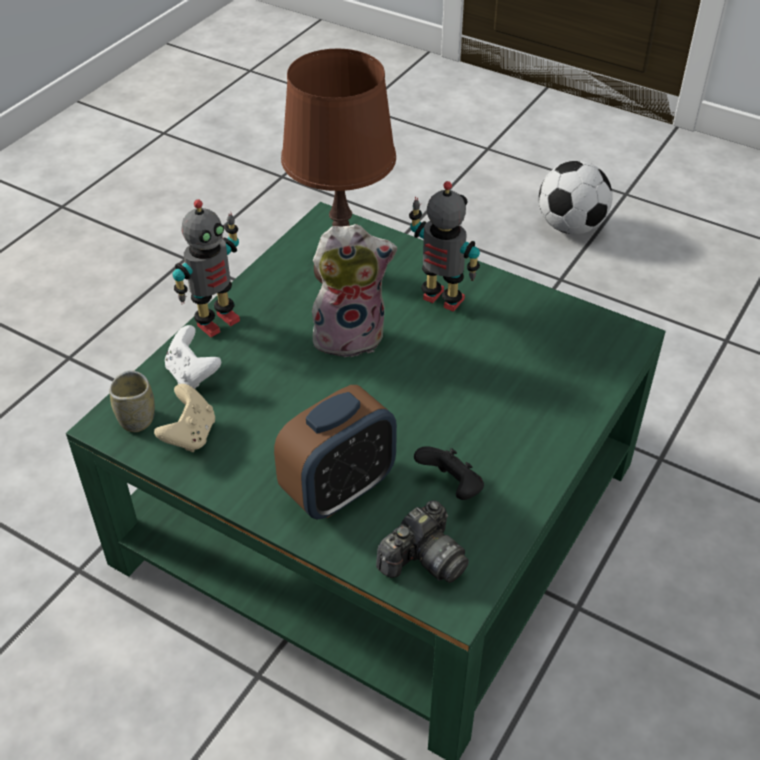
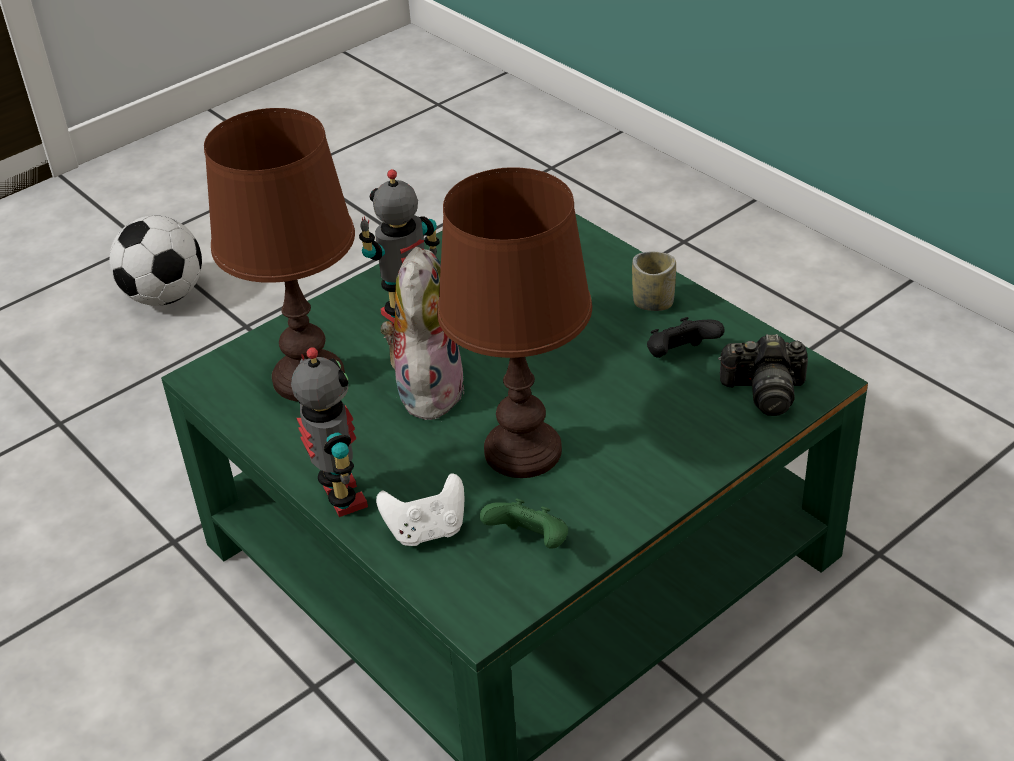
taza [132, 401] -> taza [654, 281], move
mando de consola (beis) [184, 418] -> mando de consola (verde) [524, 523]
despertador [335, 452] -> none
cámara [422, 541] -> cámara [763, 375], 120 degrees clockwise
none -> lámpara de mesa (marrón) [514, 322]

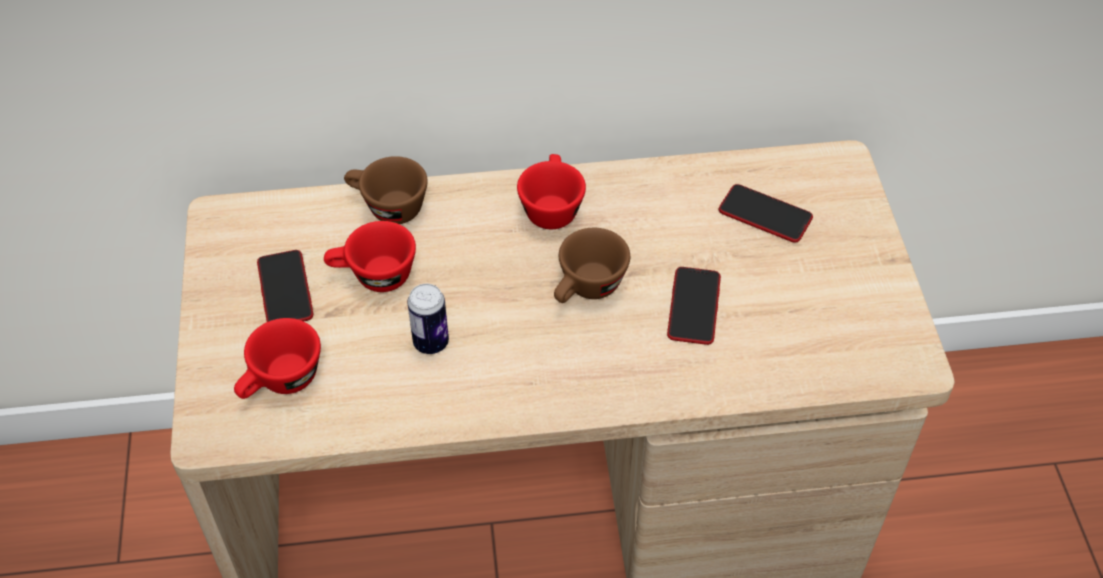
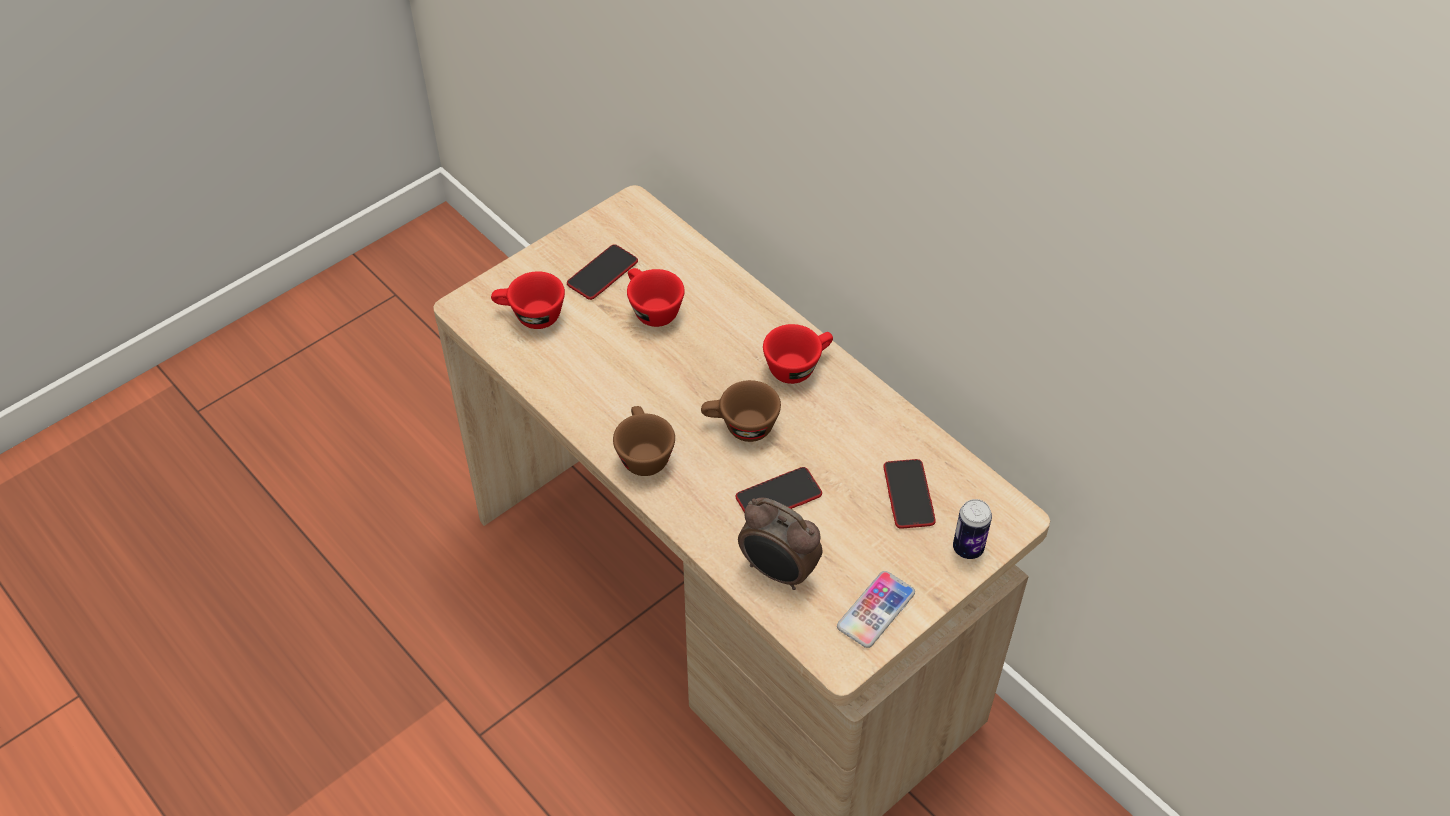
taza (marrón) [386, 190] -> taza (marrón) [644, 441], move
lata [428, 319] -> lata [972, 529], move
none -> despertador [780, 544]
none -> móvil [876, 609]

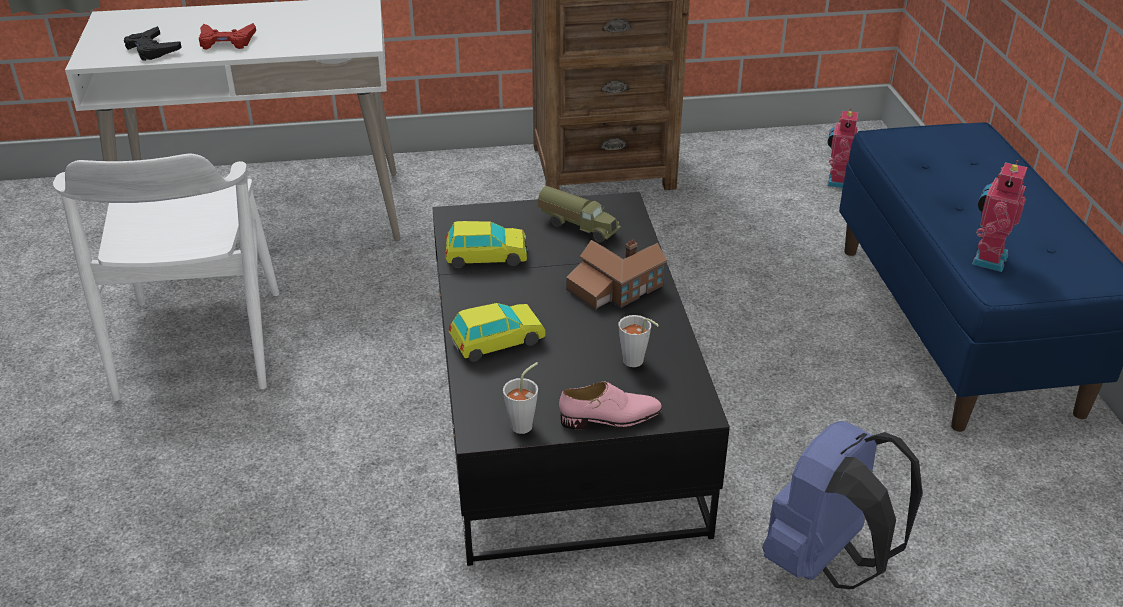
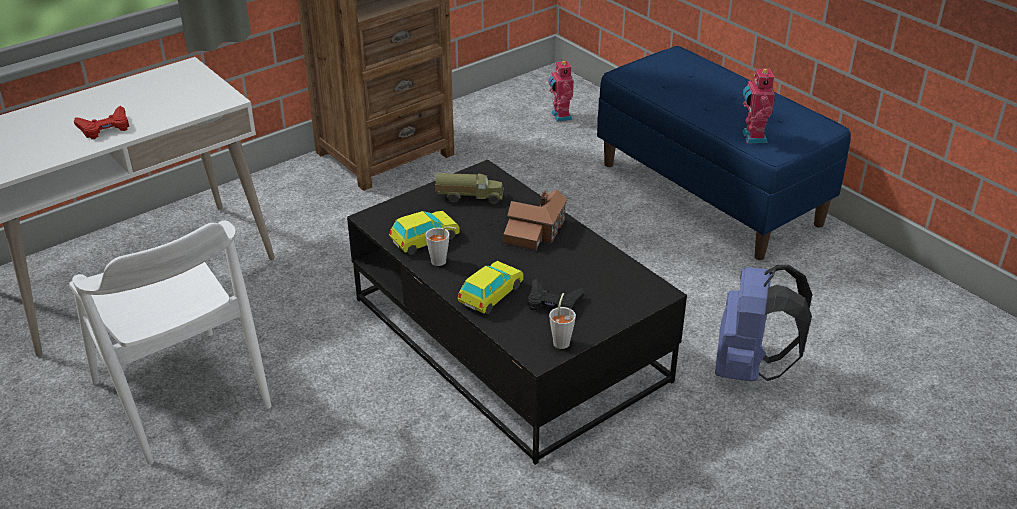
mando de consola (negro) [153, 43] -> mando de consola (negro) [556, 294], move
taza (gris) [639, 341] -> taza (gris) [441, 246], move
zapato (rosa) [610, 406] -> none

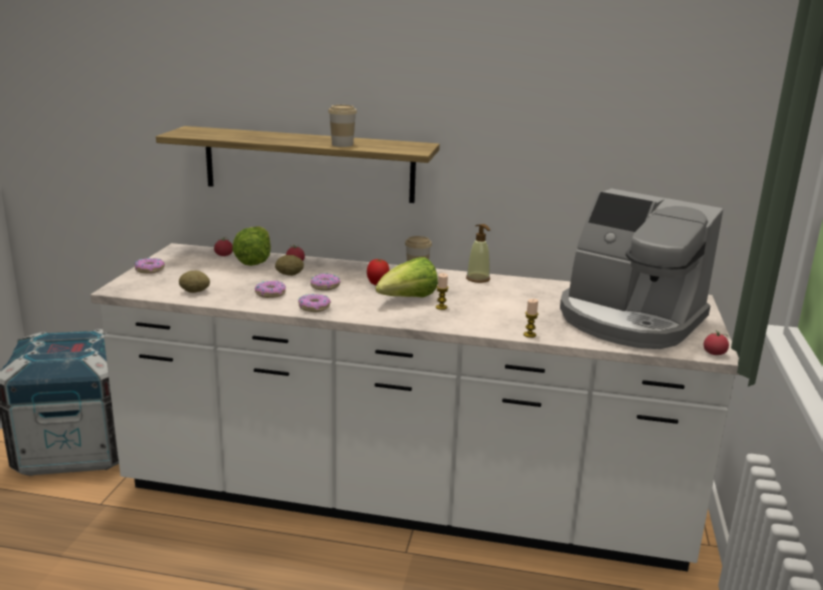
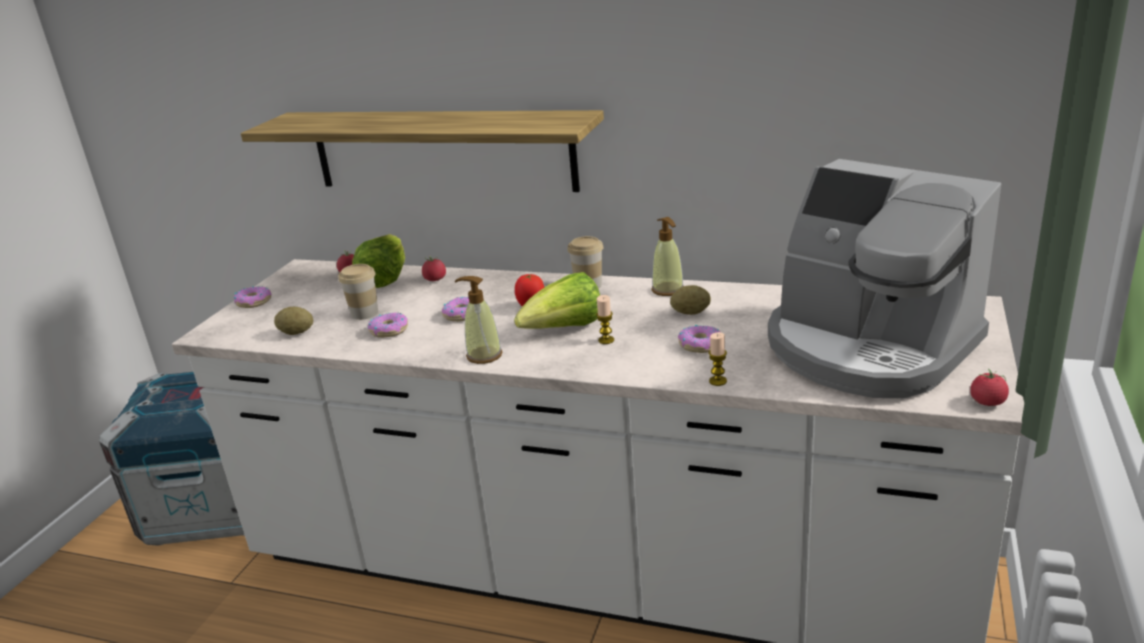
taza [342, 126] -> taza [358, 292], move
patata [289, 265] -> patata [690, 300], move
rosquilla [314, 303] -> rosquilla [699, 339], move
none -> dispensador de jabón [478, 320]

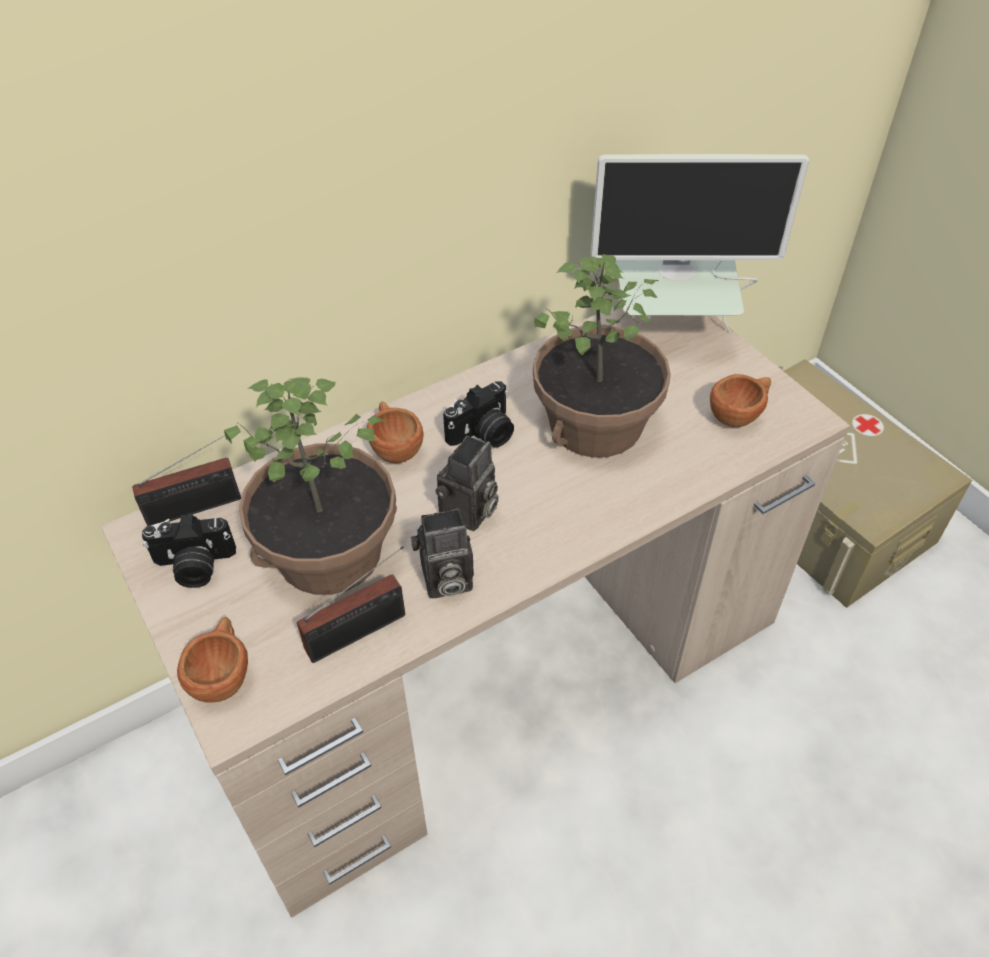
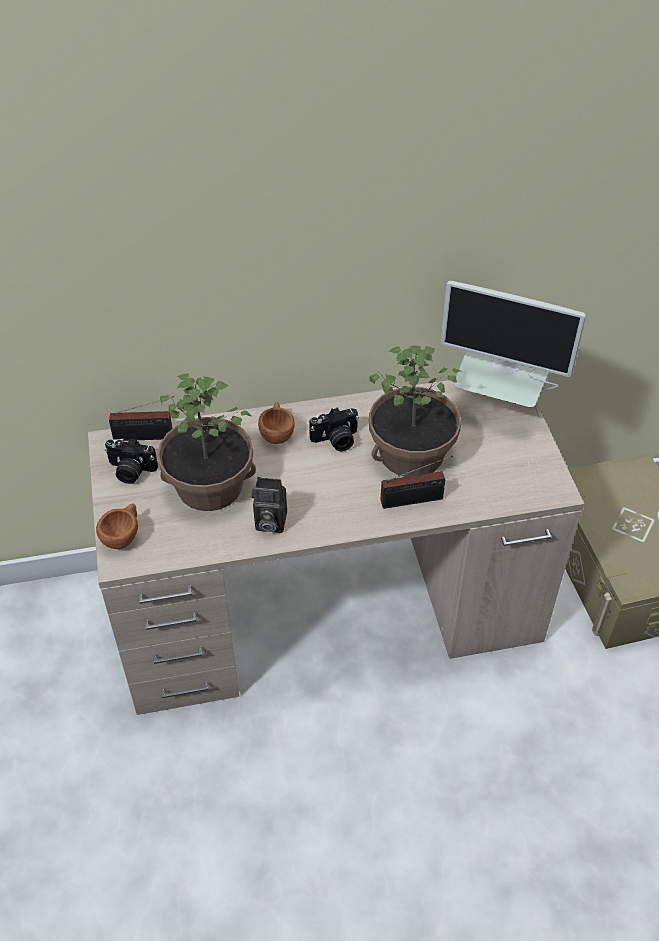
taza (marrón) [740, 400] -> none
cámara [467, 483] -> none
radio [351, 604] -> radio [417, 482], move

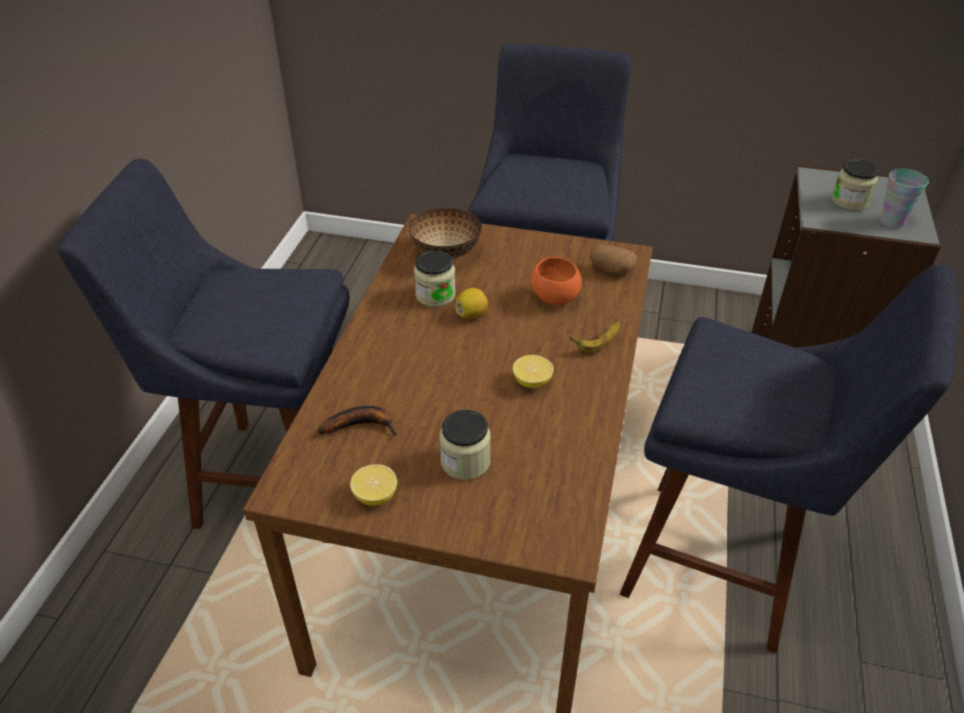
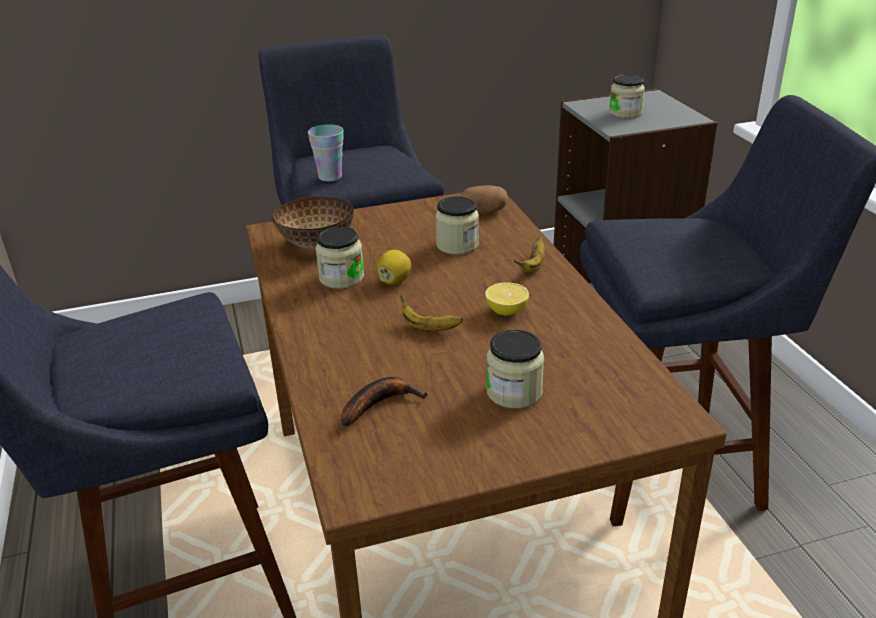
taza [904, 198] -> taza [326, 152], move
cuenco (naranja) [556, 281] -> tarro [457, 225]
limón [373, 485] -> none
none -> plátano [432, 313]

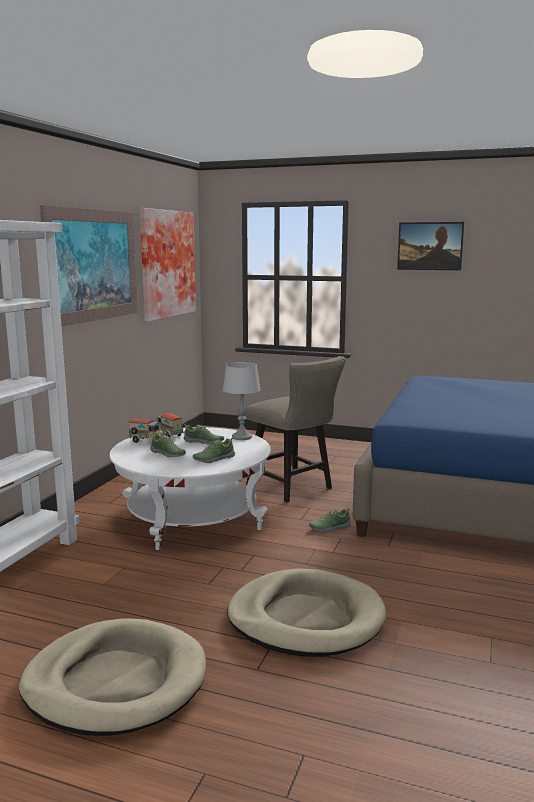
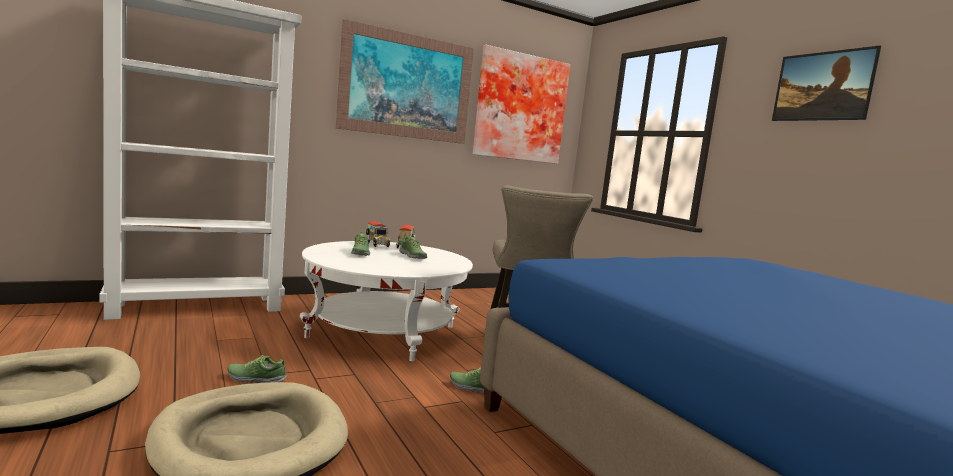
lámpara de mesa (gris) [242, 401] -> none
zapato [214, 450] -> zapato [257, 369], move

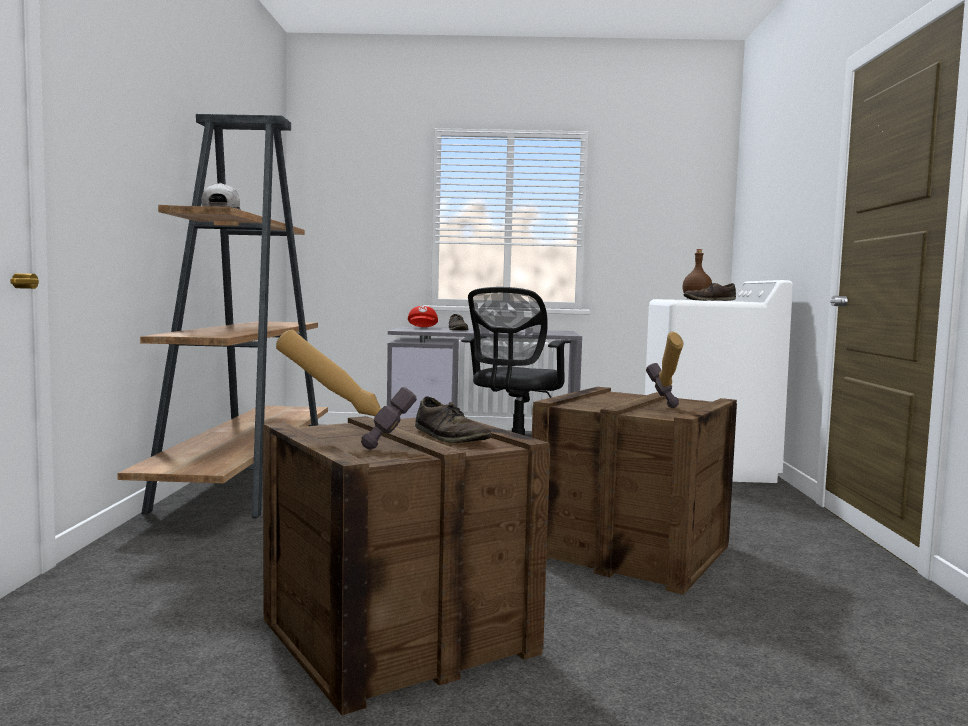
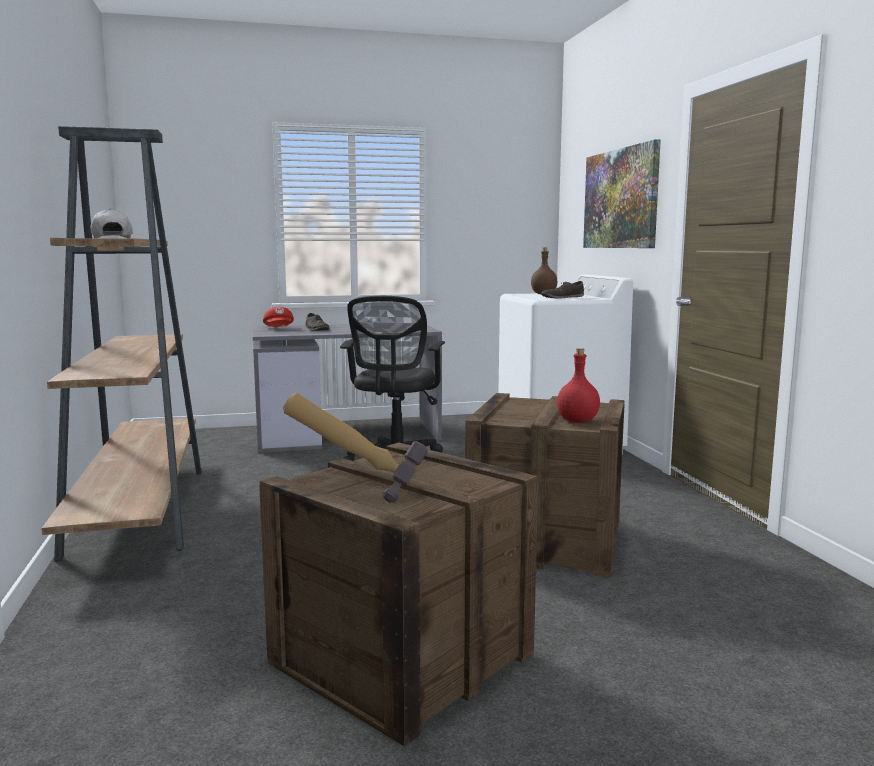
martillo [664, 370] -> botella (rojo) [578, 385]
zapato (marrón) [453, 419] -> none
none -> cuadro [622, 193]

